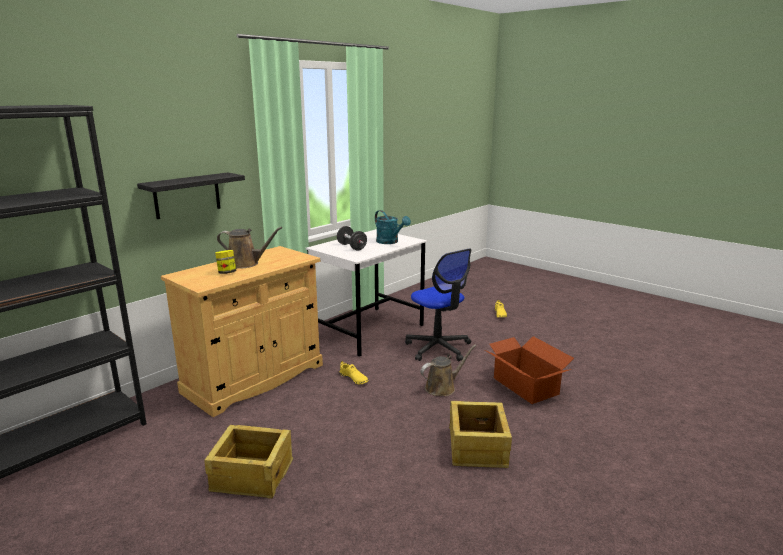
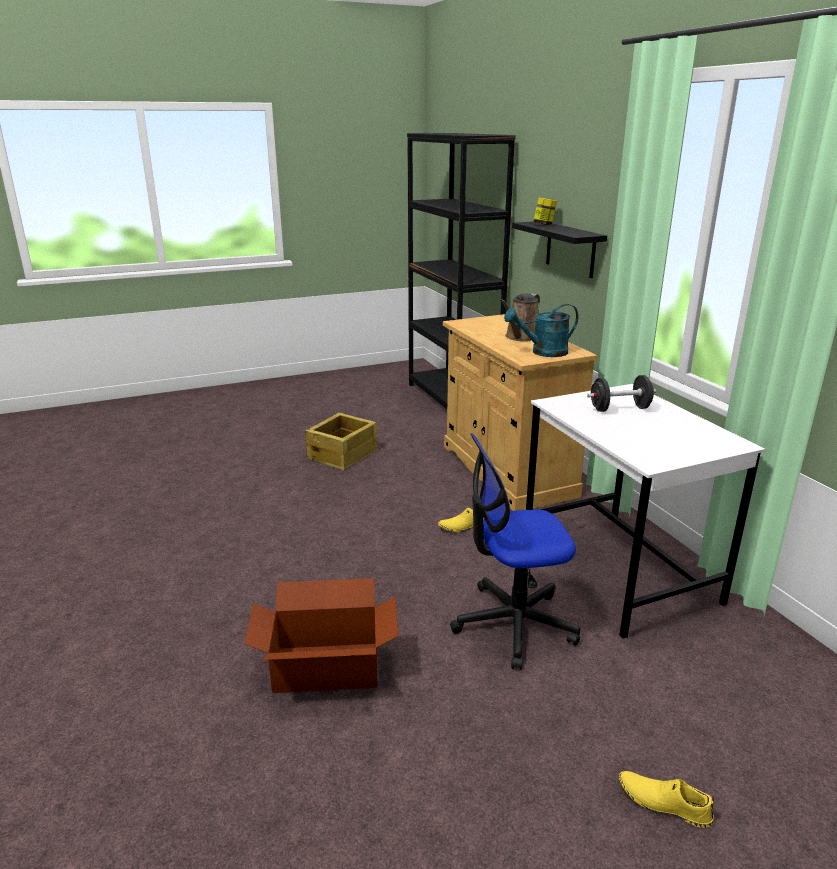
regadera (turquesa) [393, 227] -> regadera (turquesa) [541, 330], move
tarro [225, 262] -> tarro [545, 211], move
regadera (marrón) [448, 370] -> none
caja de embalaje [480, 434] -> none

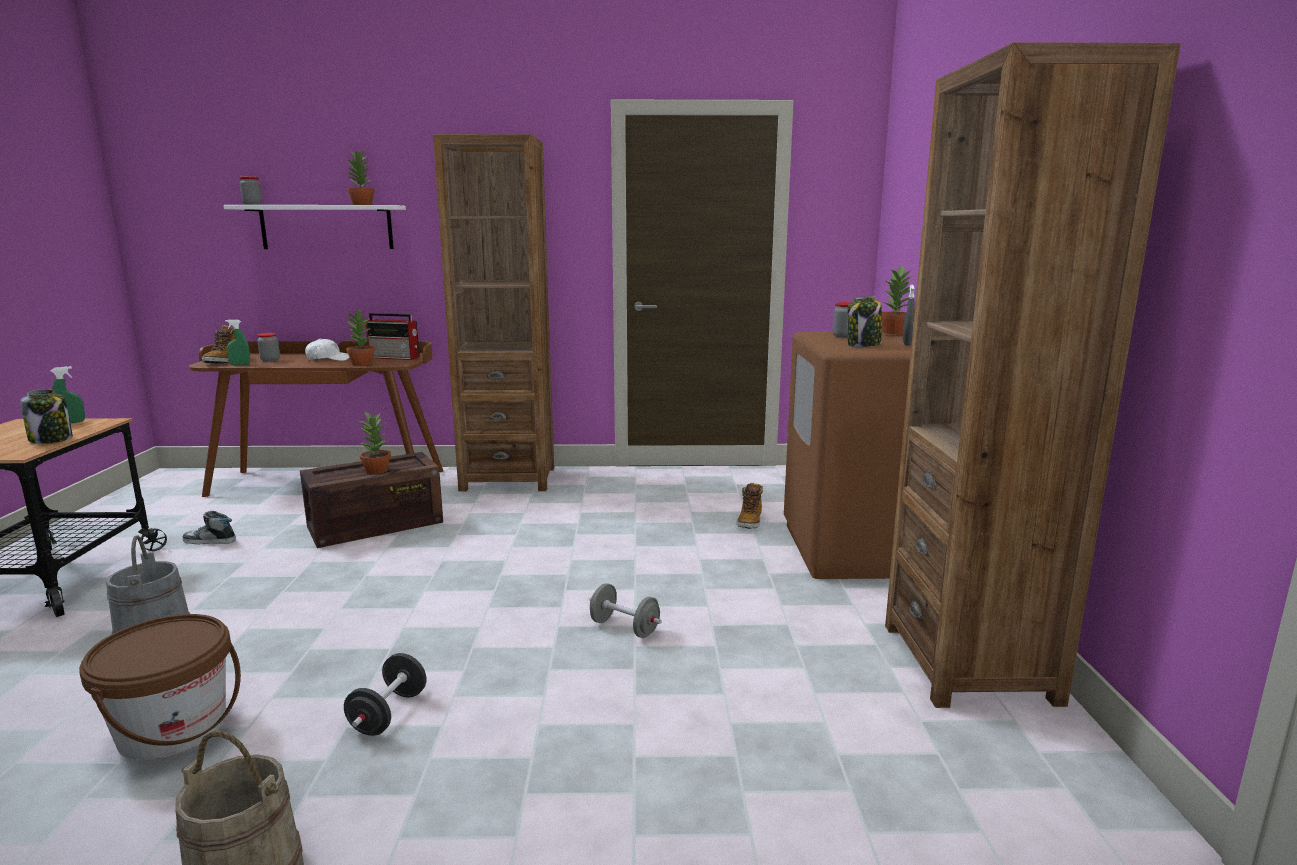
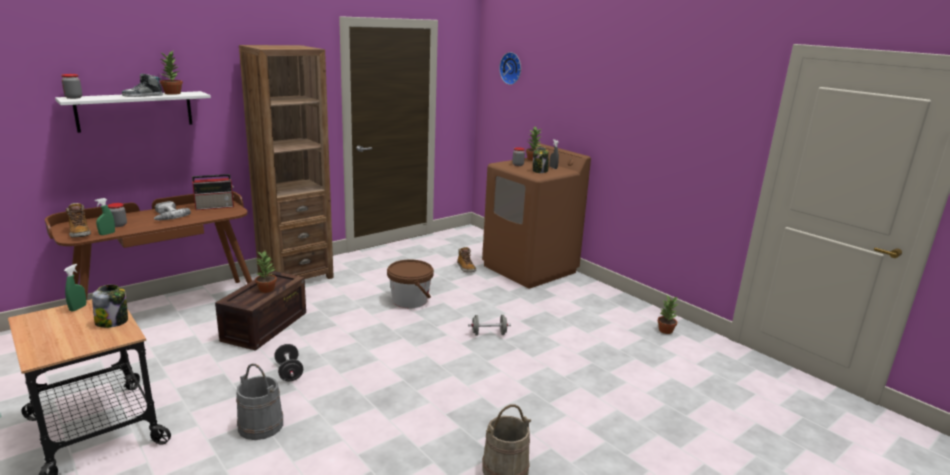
estantería (marrón) [1033, 375] -> none
planta en maceta [360, 338] -> planta en maceta [667, 314], move
gorra (blanco) [327, 349] -> taladro [172, 210]
zapato [209, 527] -> zapato [142, 85], move
cubo (marrón) [160, 687] -> cubo (marrón) [410, 284], move
mancuerna (negro) [385, 694] -> mancuerna (negro) [288, 362], move
none -> reloj de pared [510, 68]

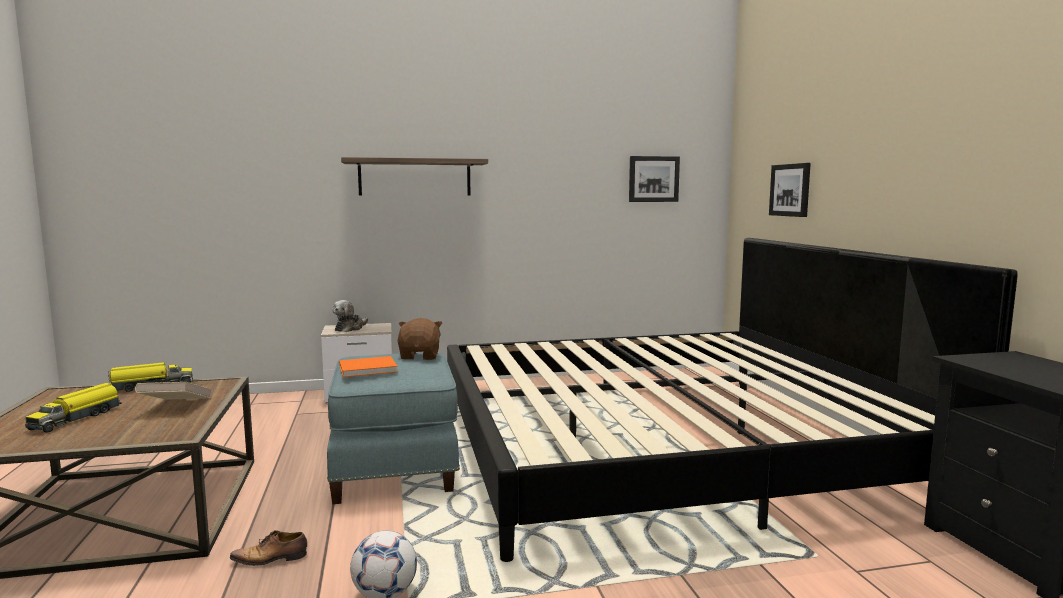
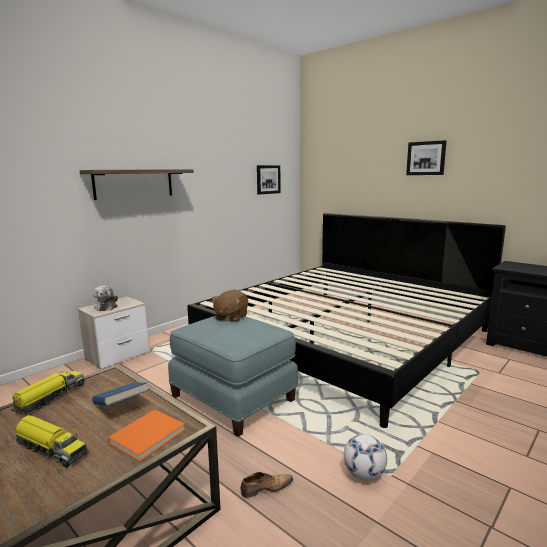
cuadro [790, 190] -> cuadro [426, 157], move
peluche (marrón) [420, 339] -> peluche (marrón) [230, 306], 120 degrees counterclockwise
libro (naranja) [368, 366] -> libro (naranja) [146, 436], move
libro (beis) [173, 391] -> libro (azul) [120, 394]
camión de juguete [73, 408] -> camión de juguete [52, 441], 45 degrees counterclockwise
zapato [268, 548] -> zapato [266, 485], 150 degrees counterclockwise

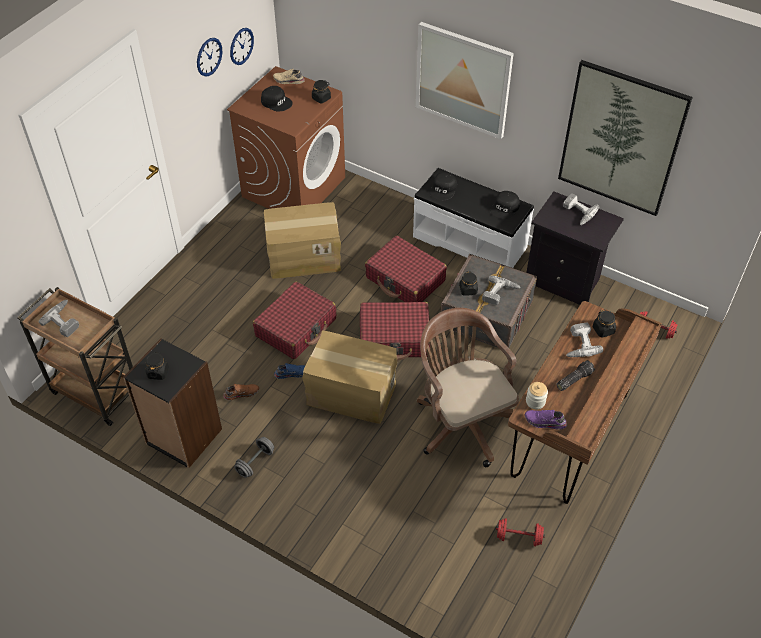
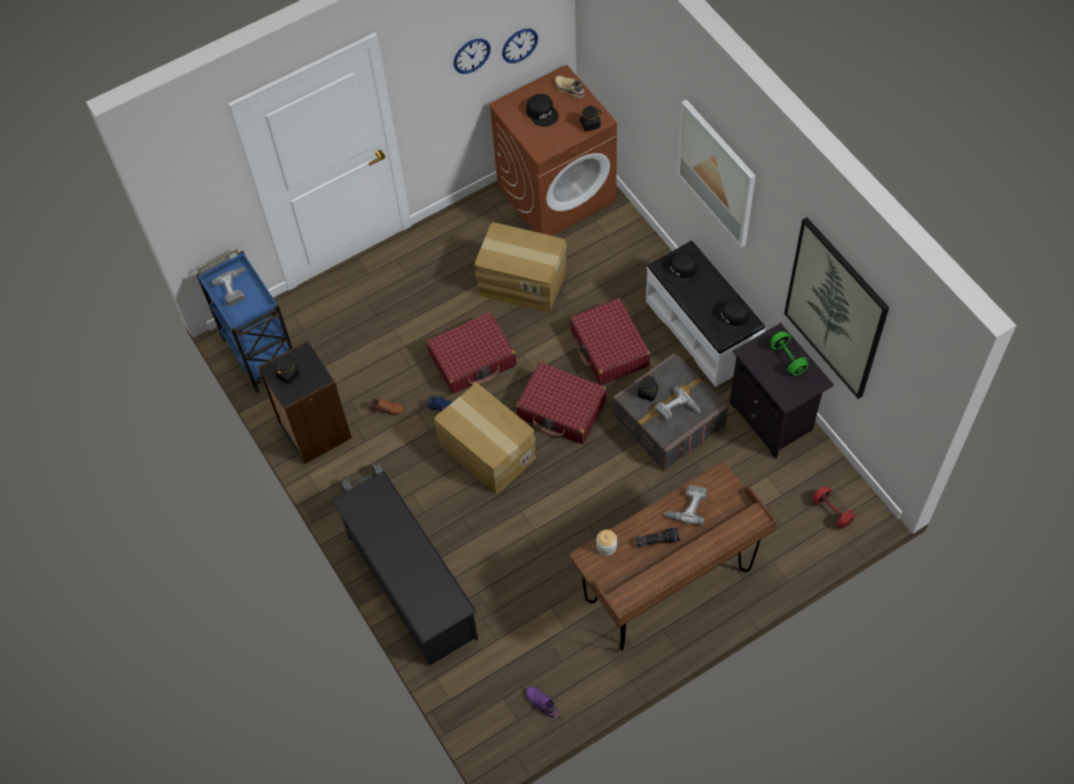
taladro [581, 209] -> mancuerna (verde) [789, 353]
carrito (marrón) [75, 356] -> carrito (azul) [244, 321]
silla de oficina (marrón) [468, 387] -> none
tarro (negro) [604, 323] -> none
zapato (morado) [546, 420] -> zapato (morado) [543, 702], move
mancuerna (rojo) [520, 532] -> none
none -> zapatero (negro) [405, 568]

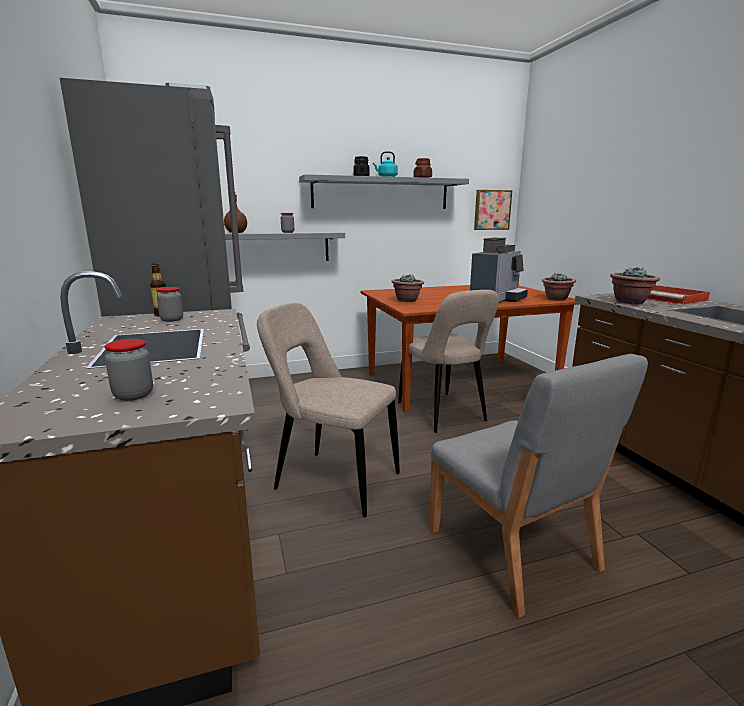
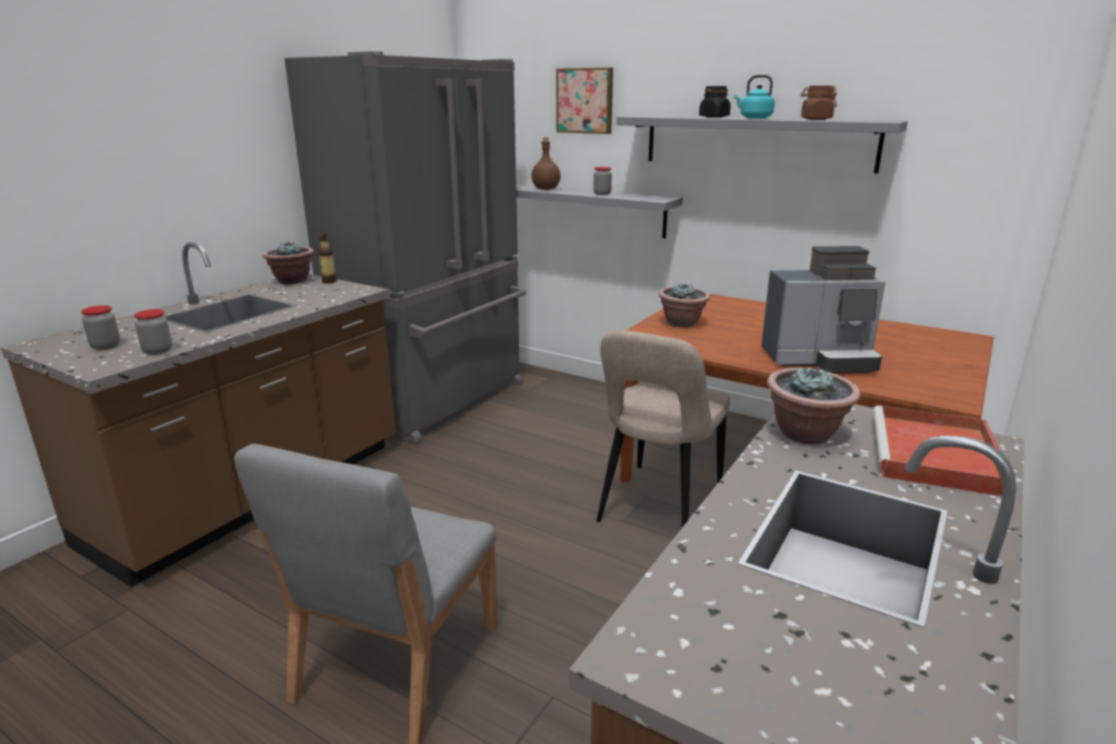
cuadro [493, 210] -> cuadro [584, 100], move
planta en maceta [559, 287] -> planta en maceta [288, 262], move
tarro [170, 304] -> tarro [153, 332], move
silla (beis) [328, 410] -> none

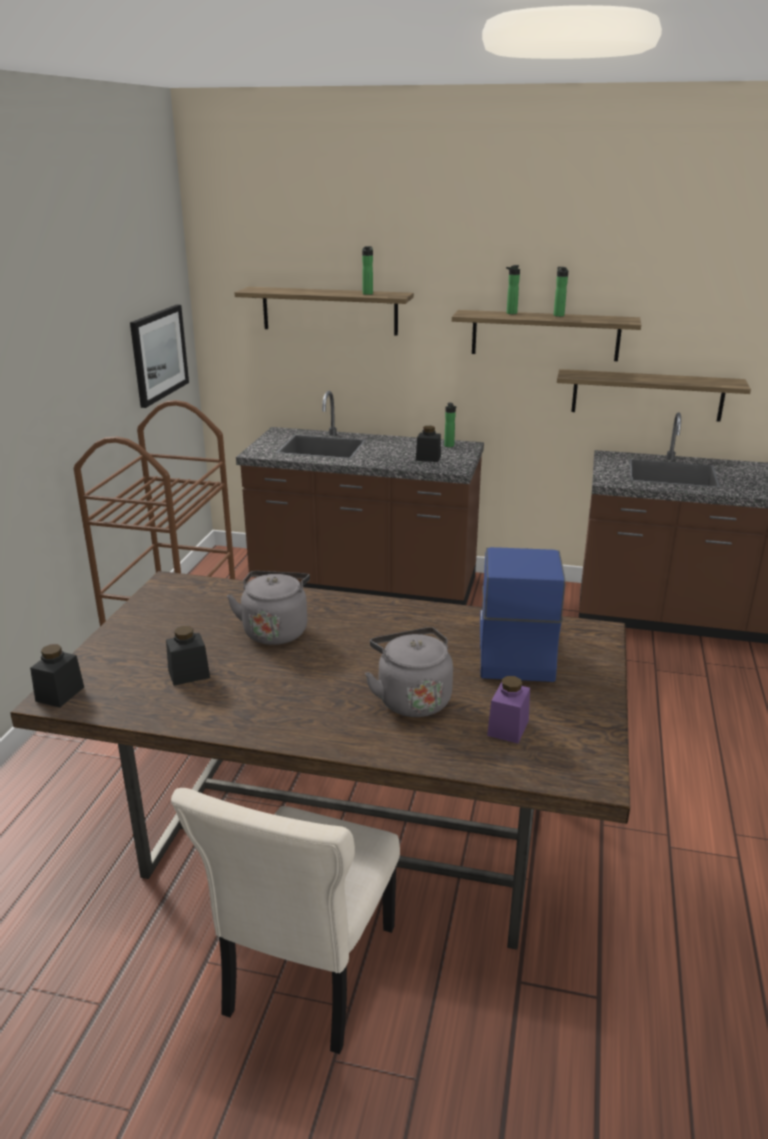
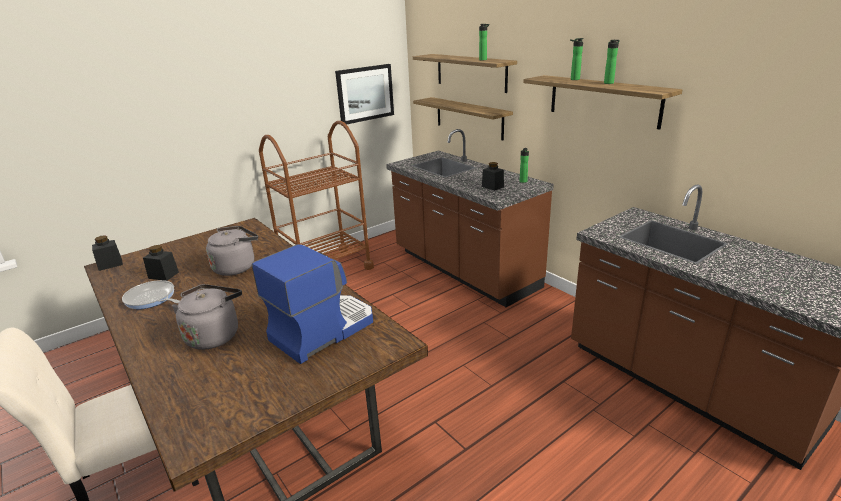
estante [654, 395] -> estante [463, 118], move
tarro (morado) [508, 709] -> none
none -> sartén [150, 294]

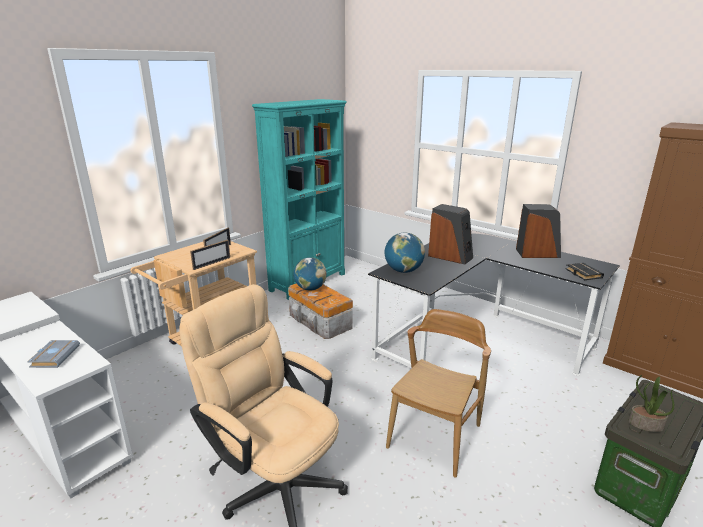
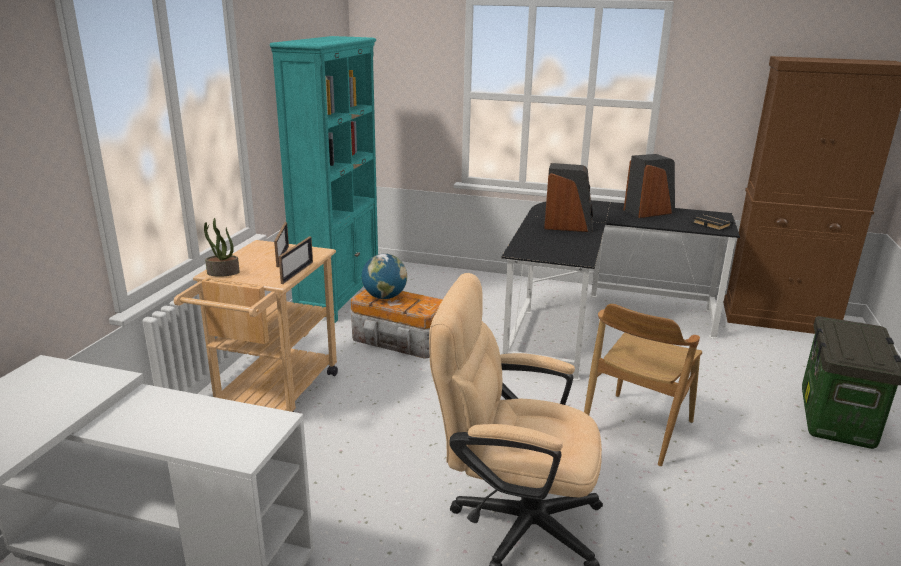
globo terráqueo [405, 253] -> none
silla (marrón) [438, 393] -> silla (marrón) [643, 385], 150 degrees counterclockwise
libro (gris) [53, 354] -> none
planta en maceta [652, 403] -> planta en maceta [222, 247], move

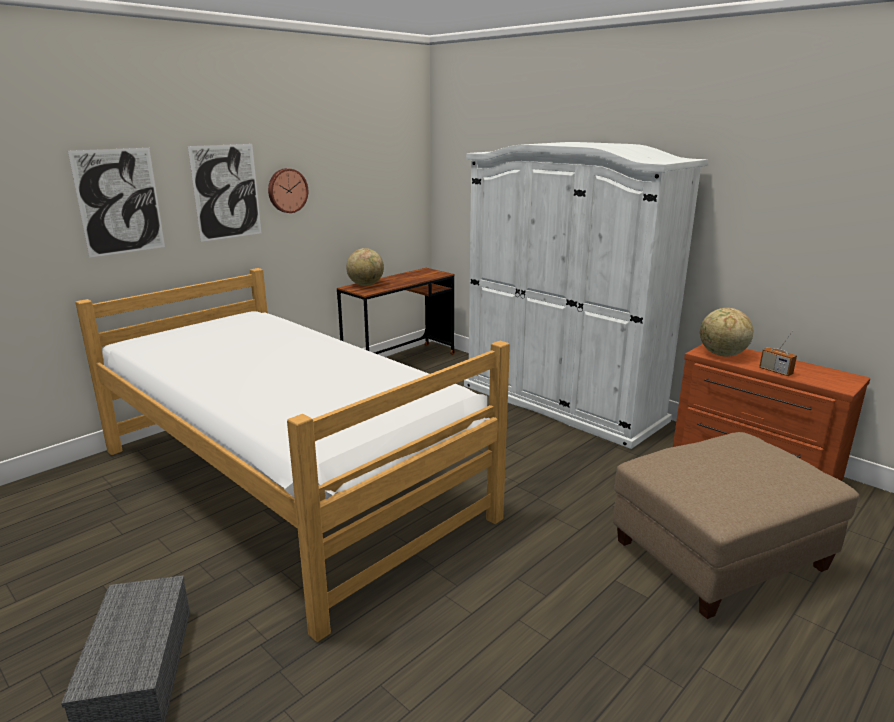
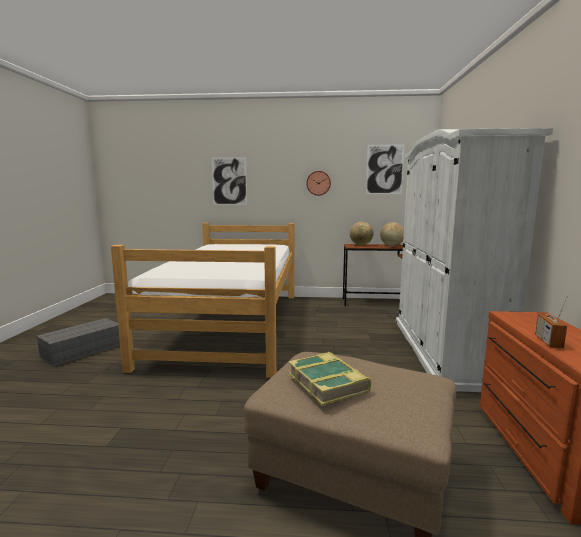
cuadro [224, 193] -> cuadro [385, 169], move
globo terráqueo [726, 332] -> globo terráqueo [392, 234], move
none -> libro [329, 379]

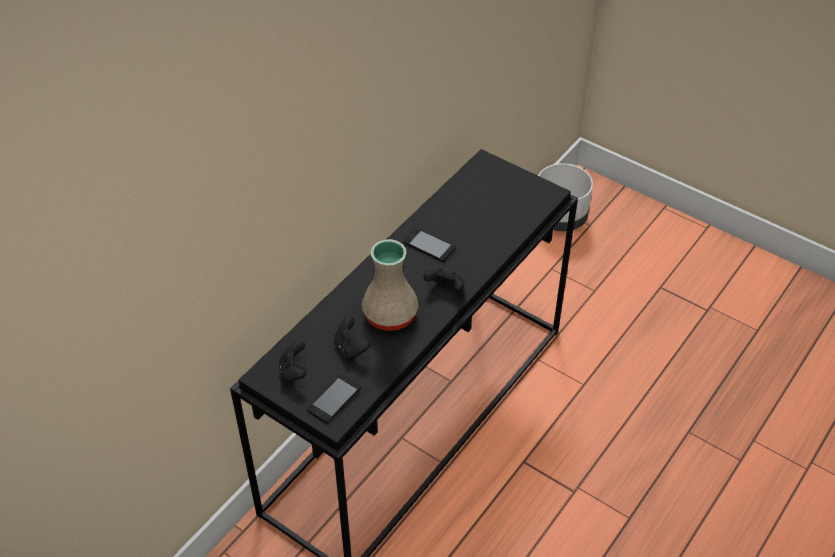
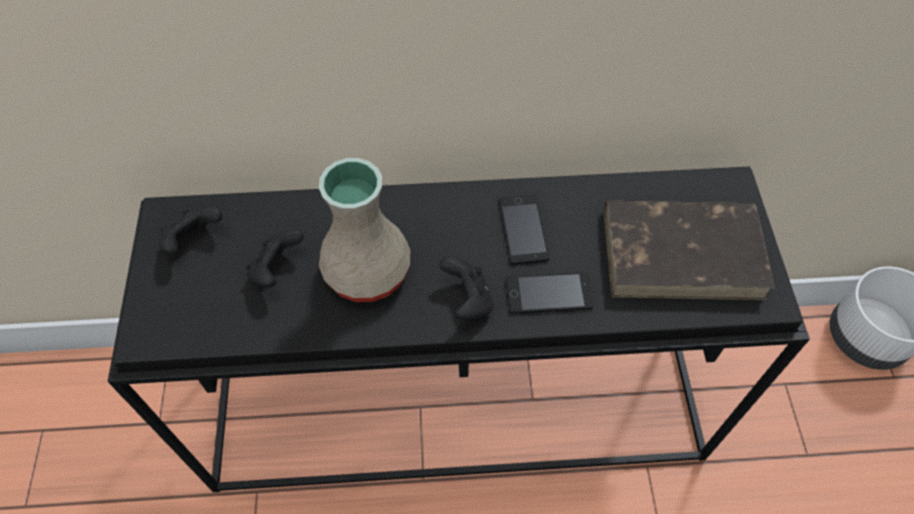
móvil [334, 398] -> móvil [550, 293], move
none -> libro (marrón) [689, 250]

